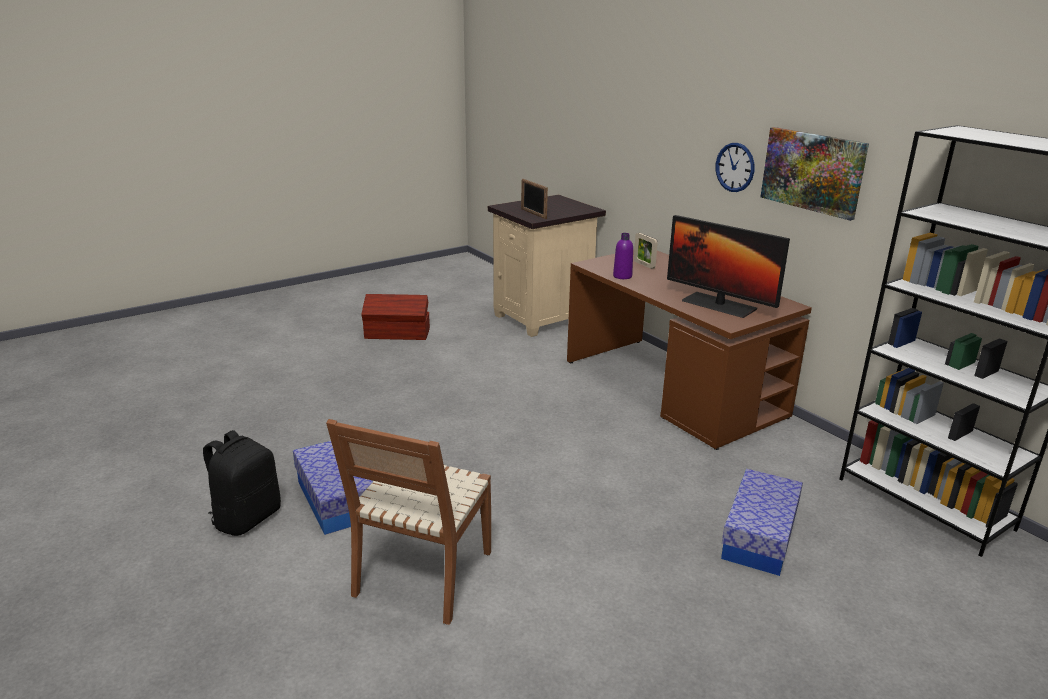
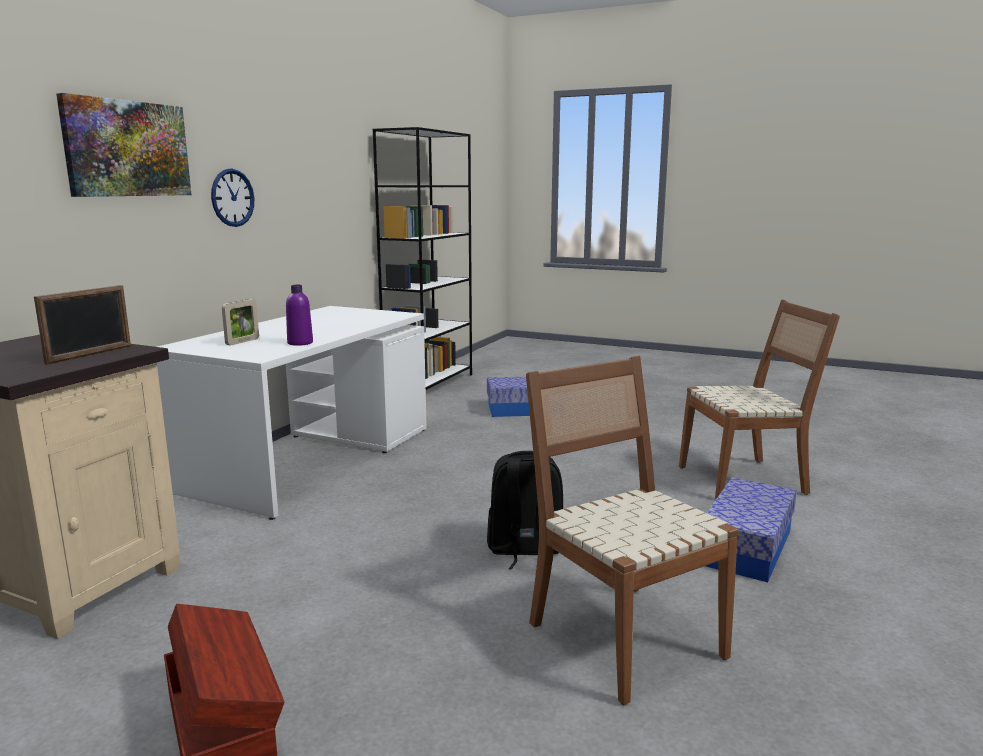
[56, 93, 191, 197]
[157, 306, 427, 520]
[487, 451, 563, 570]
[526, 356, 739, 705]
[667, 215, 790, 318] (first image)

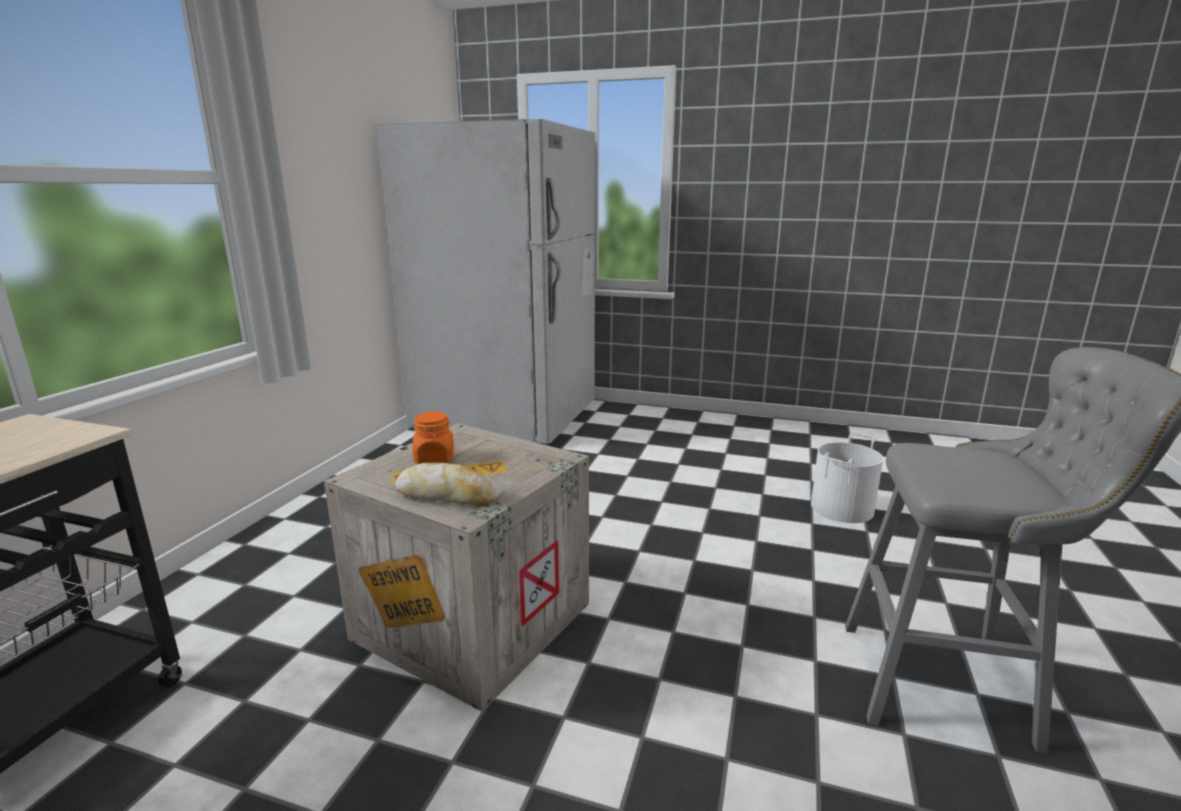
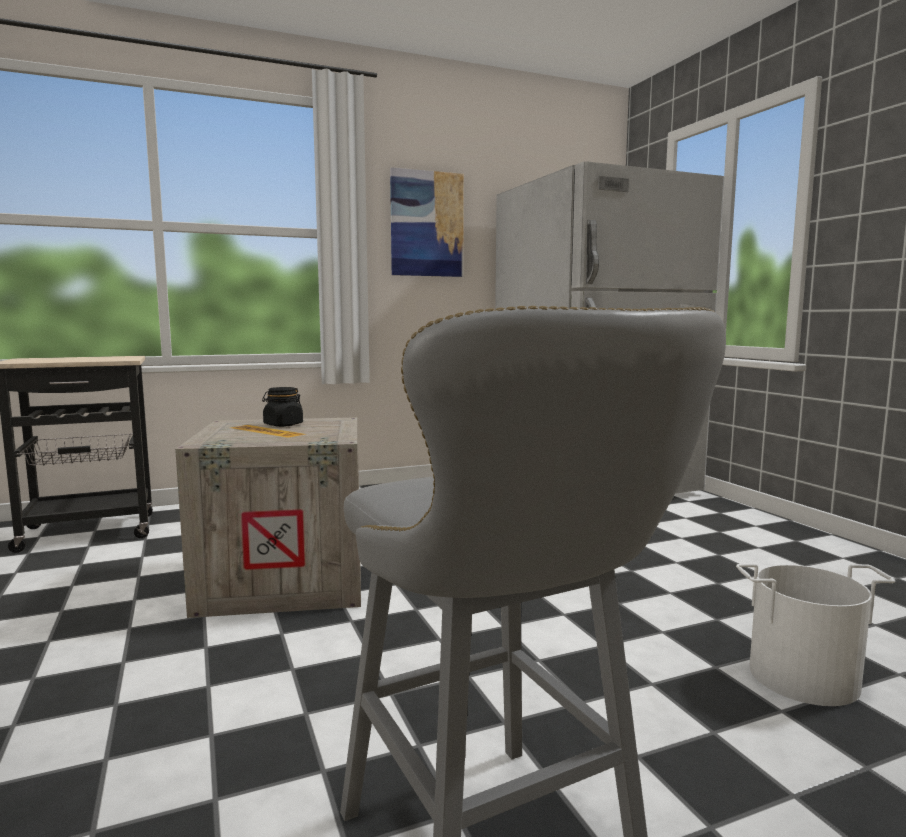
[262, 387, 303, 427]
[390, 167, 464, 277]
[395, 463, 501, 506] (first image)

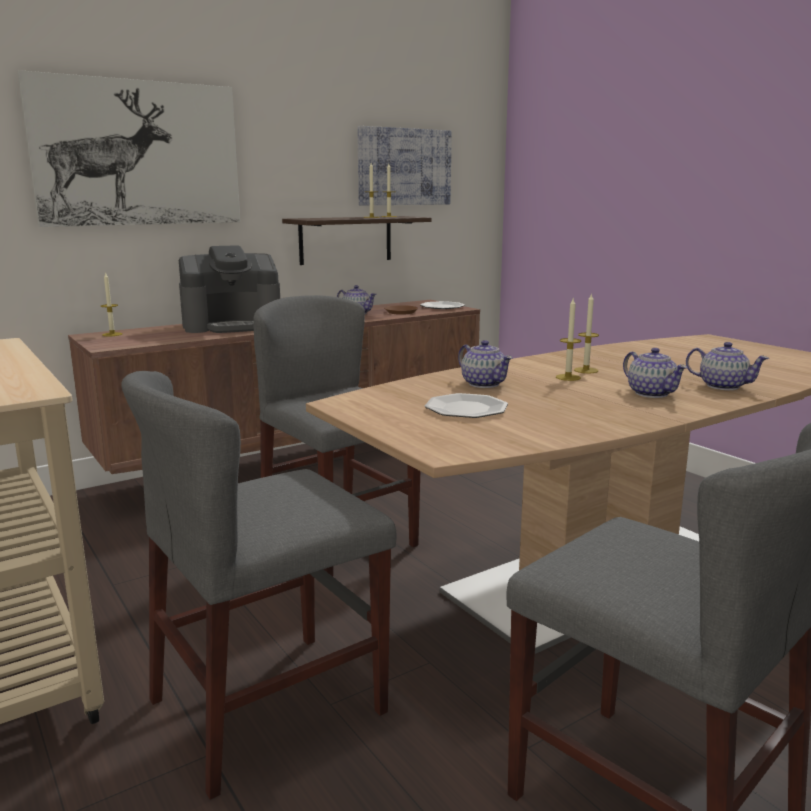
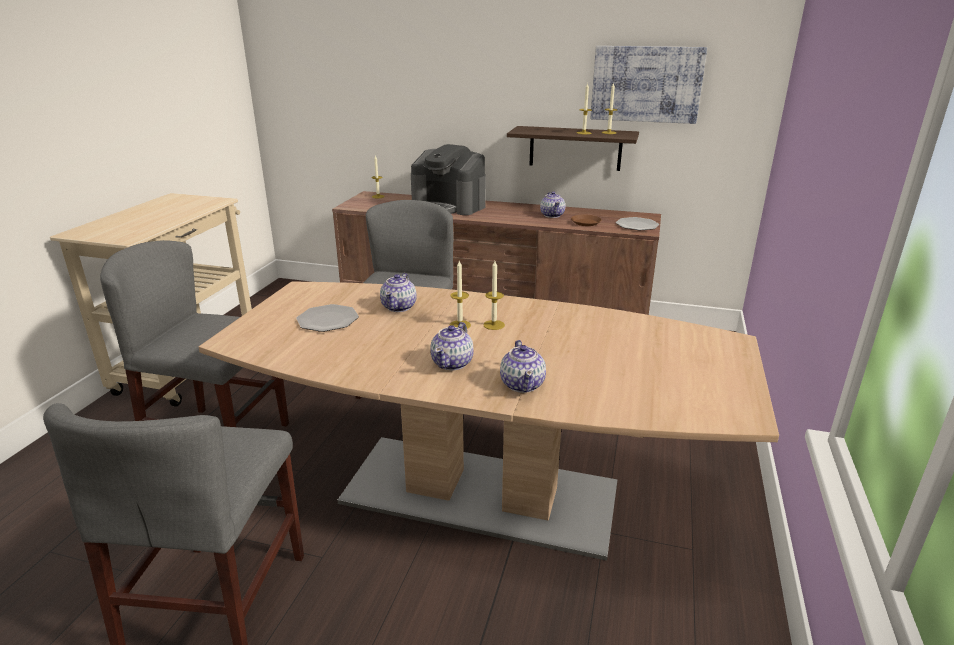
[17, 70, 240, 227] (first image)

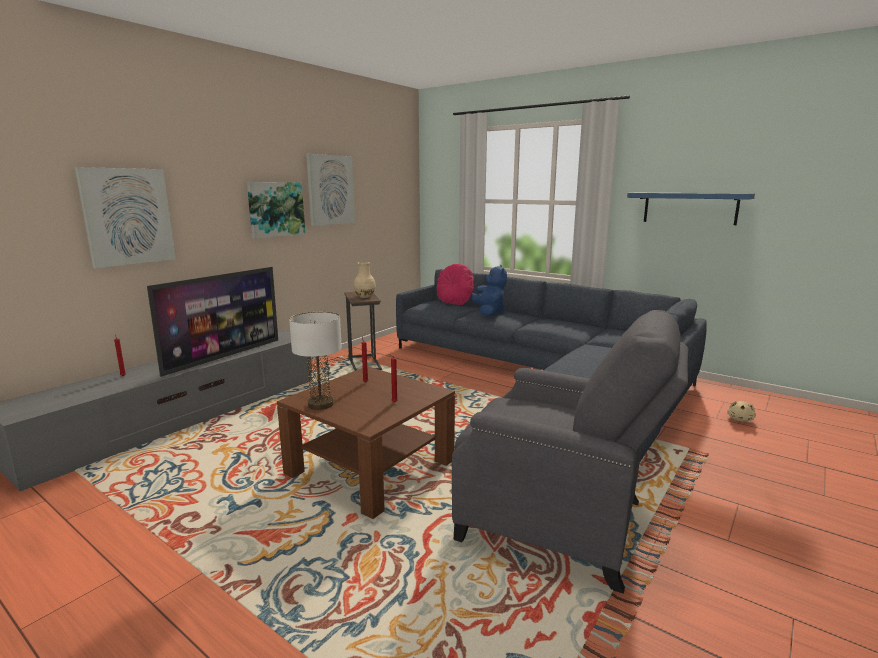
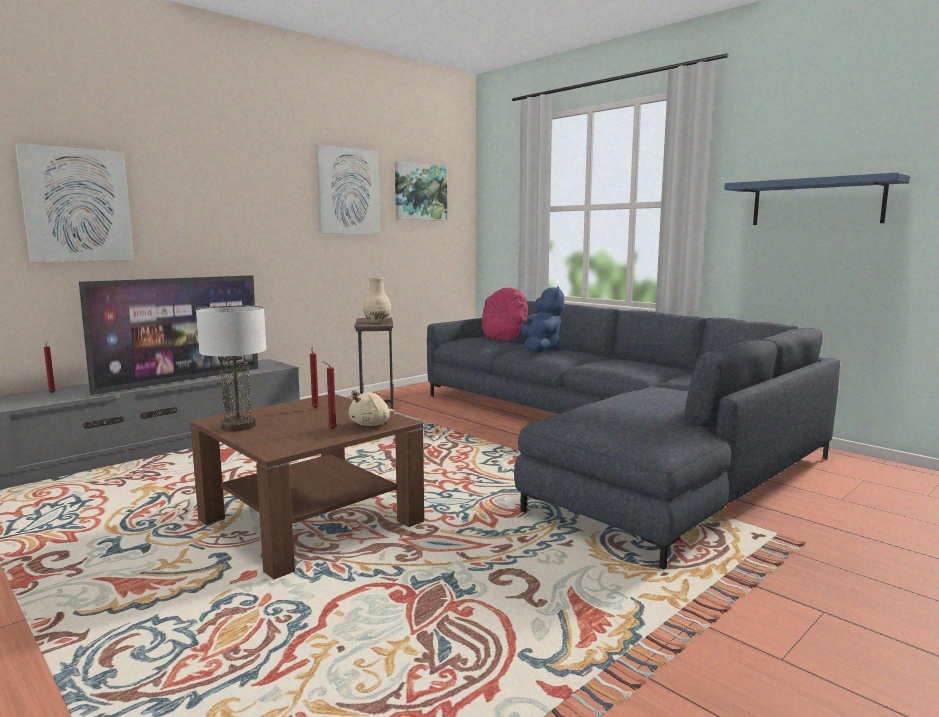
[349, 390, 395, 426]
[395, 162, 447, 221]
[452, 310, 689, 594] (first image)

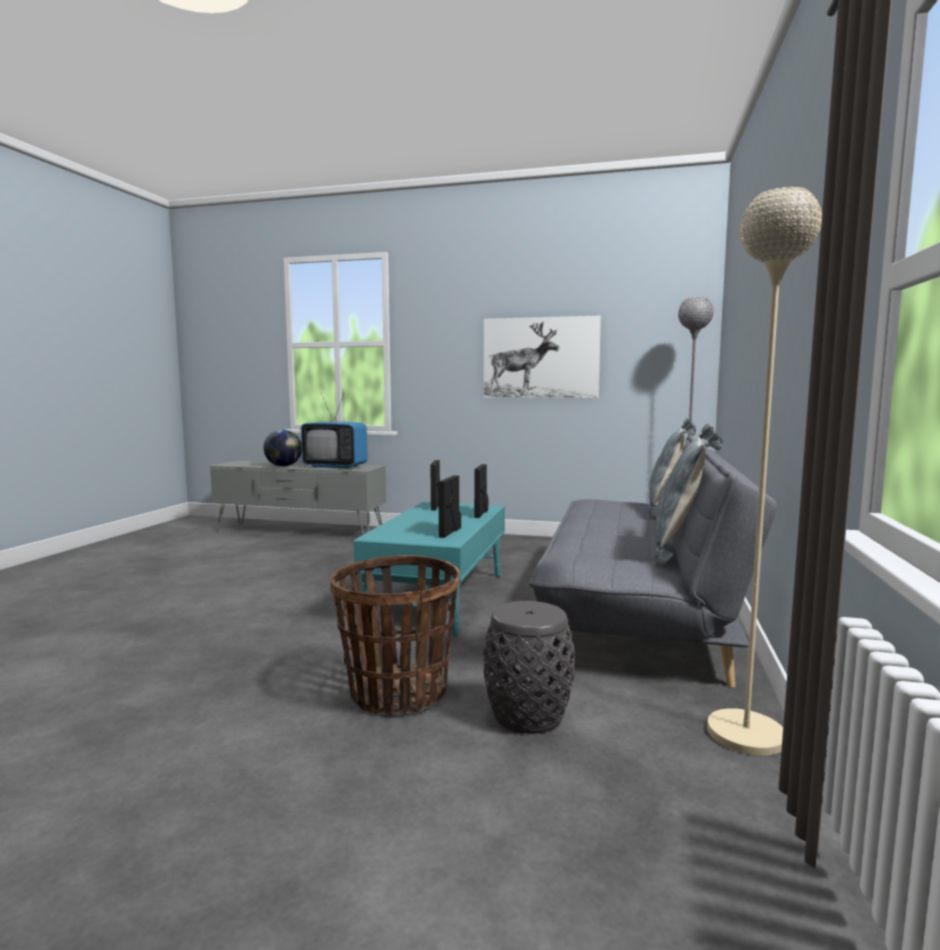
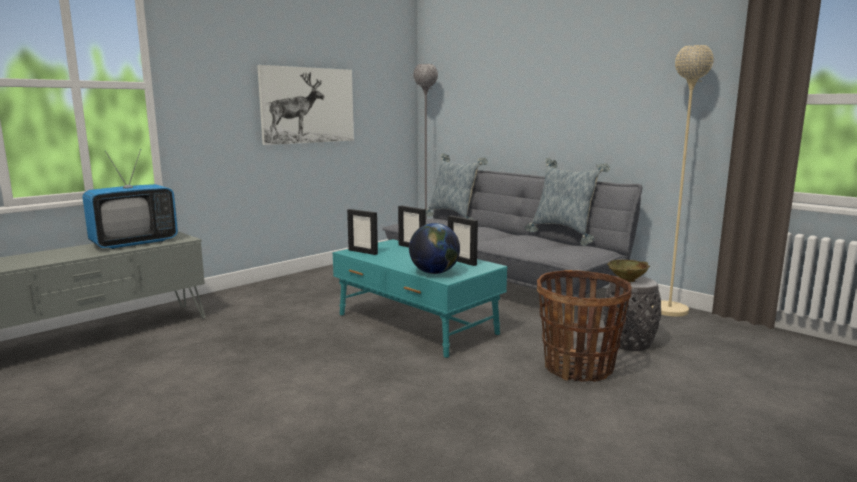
[409, 223, 460, 274]
[607, 260, 650, 282]

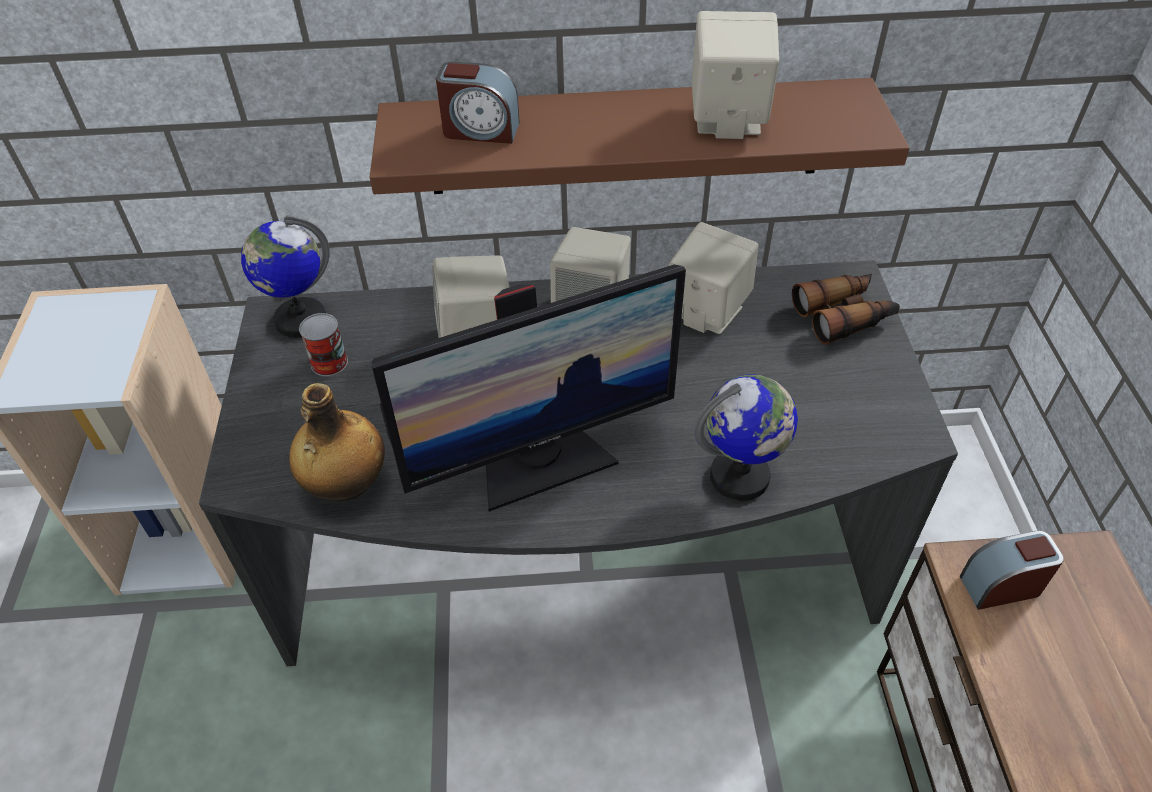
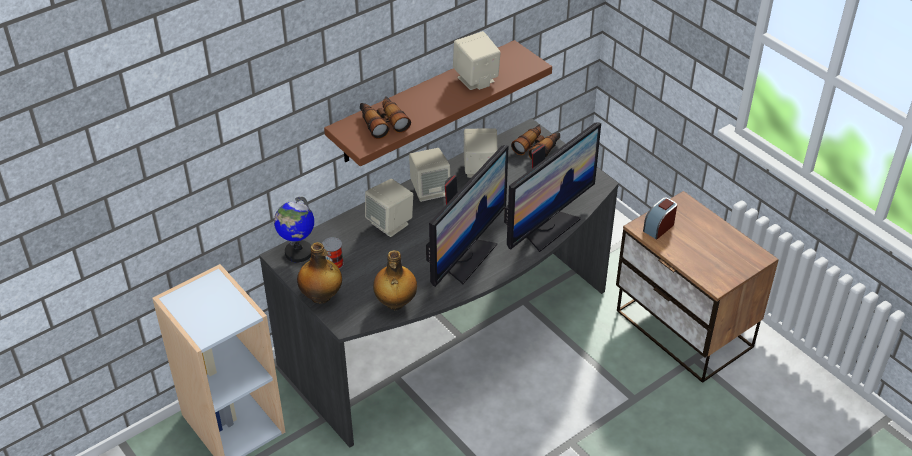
[297, 242, 342, 304]
[360, 96, 411, 139]
[504, 122, 601, 252]

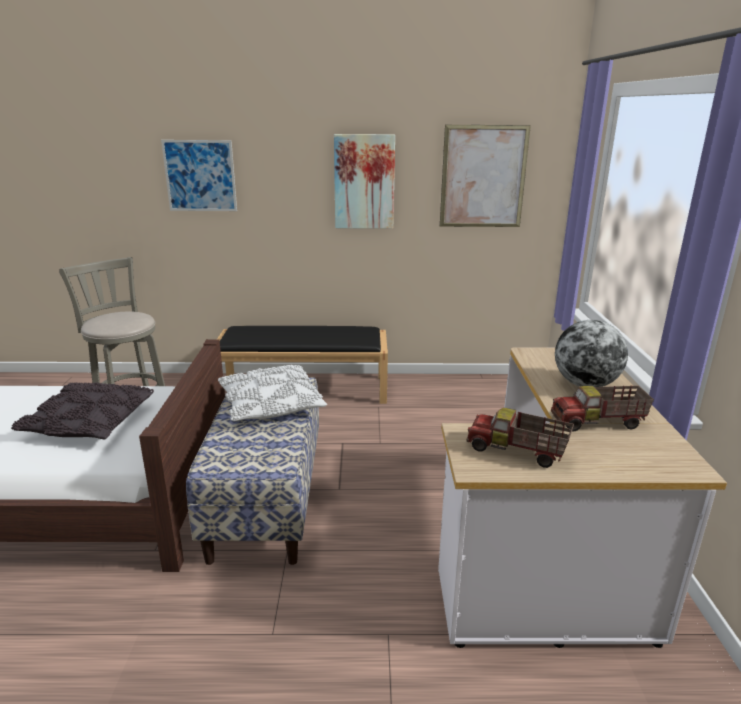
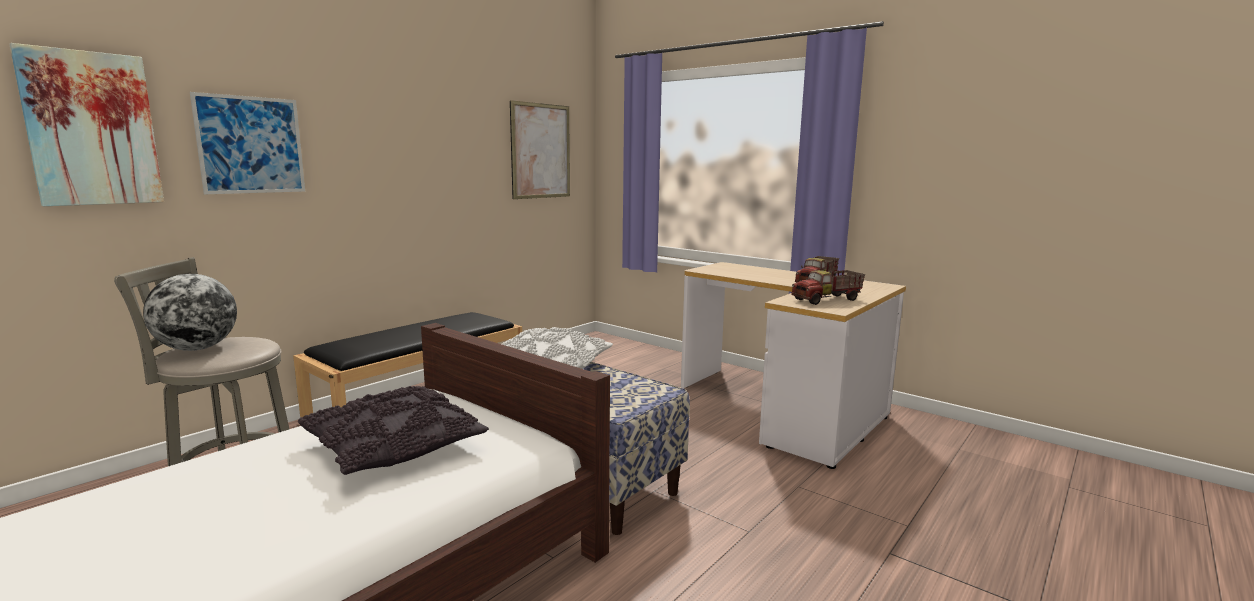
[9, 43, 164, 206]
[143, 274, 237, 351]

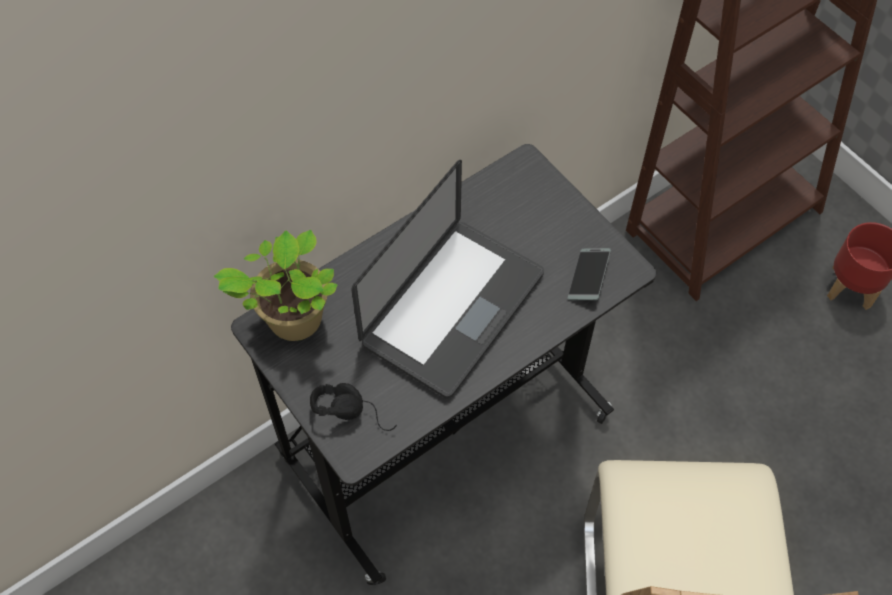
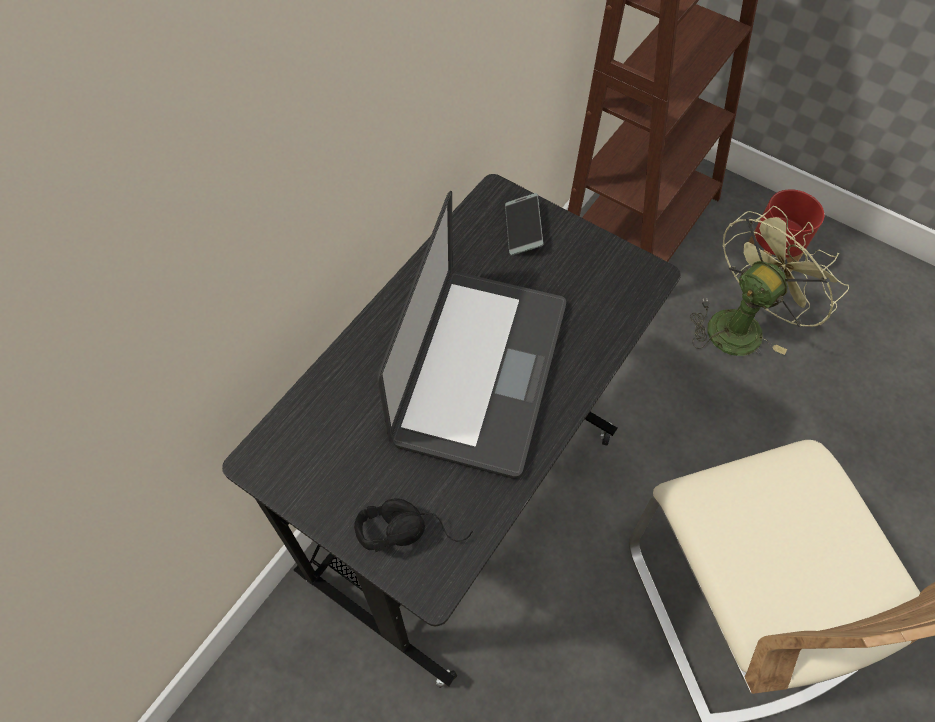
[505, 193, 544, 256]
[690, 206, 849, 356]
[213, 230, 338, 341] (first image)

